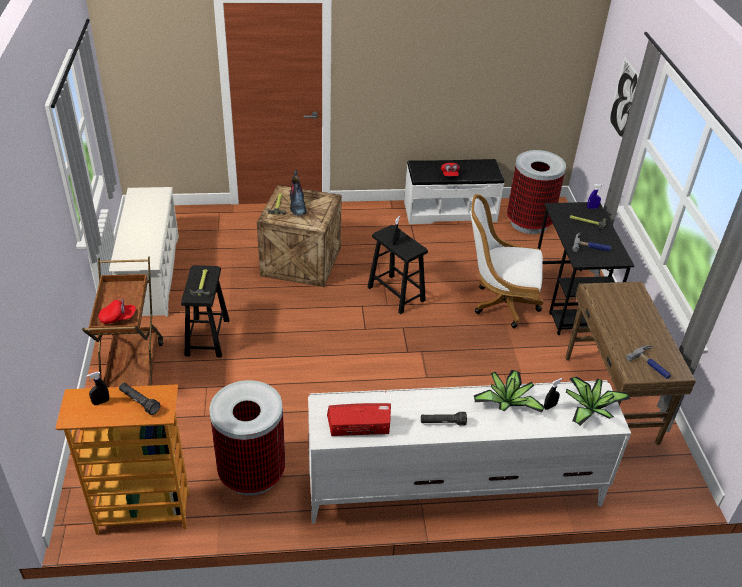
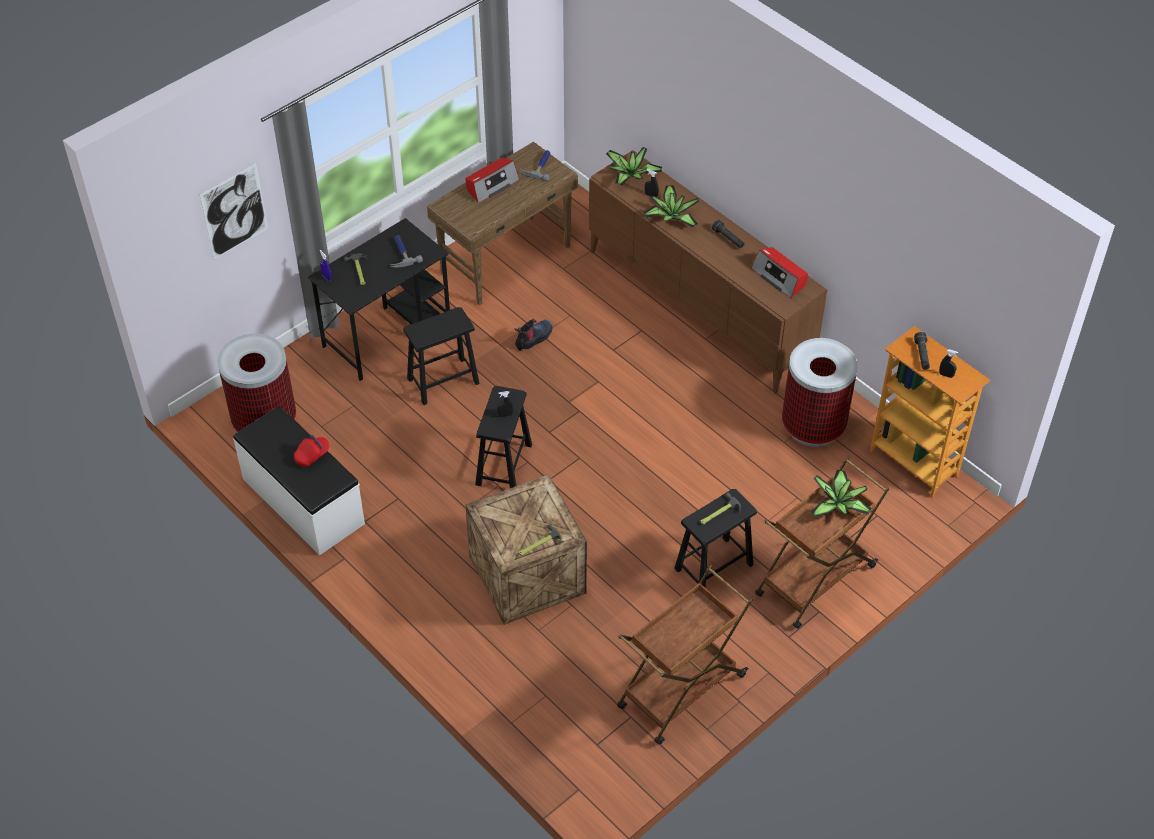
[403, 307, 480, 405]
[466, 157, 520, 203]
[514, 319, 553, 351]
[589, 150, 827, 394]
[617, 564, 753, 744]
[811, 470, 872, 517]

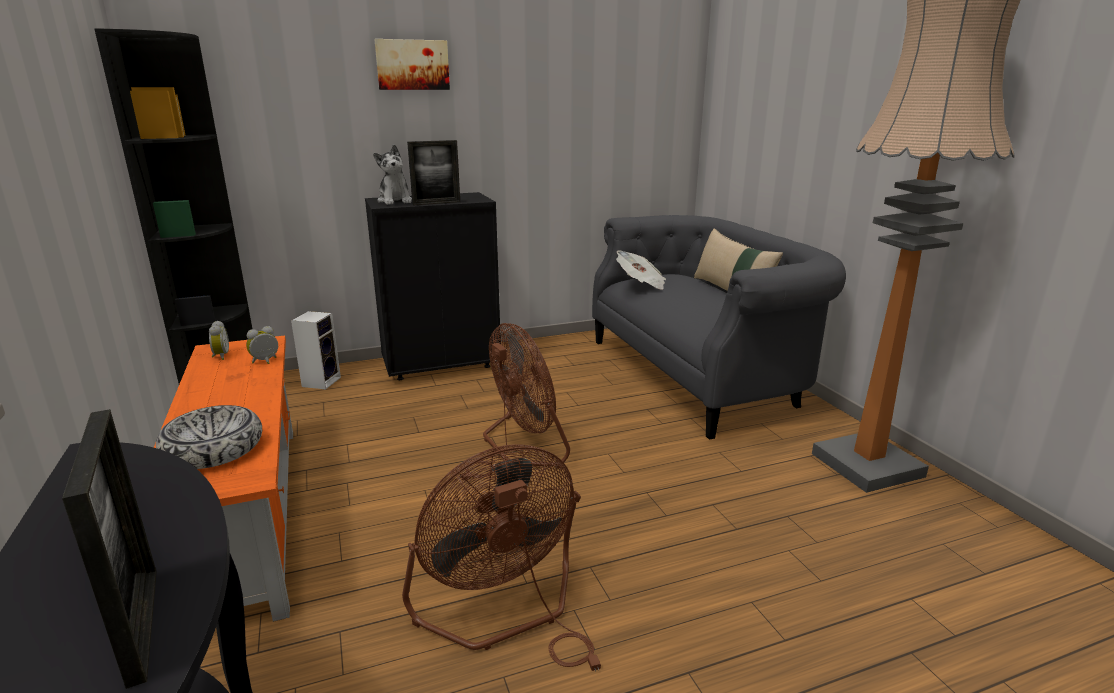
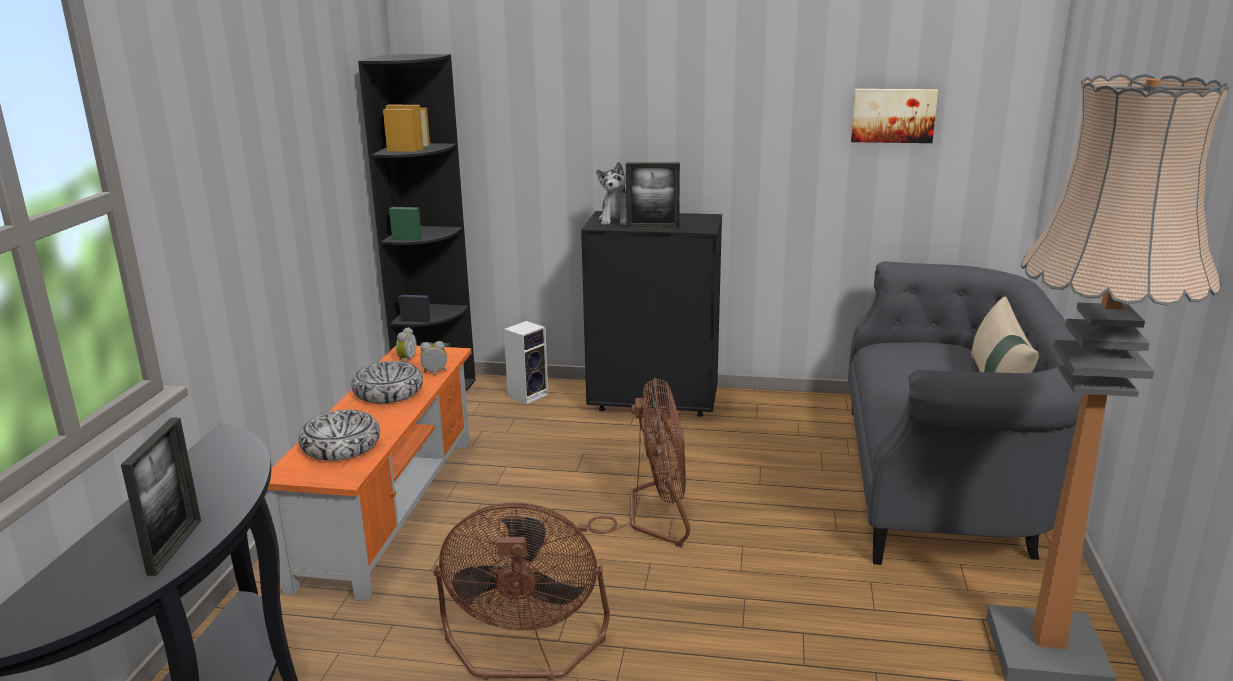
[351, 361, 423, 404]
[851, 89, 938, 143]
[616, 250, 666, 290] (first image)

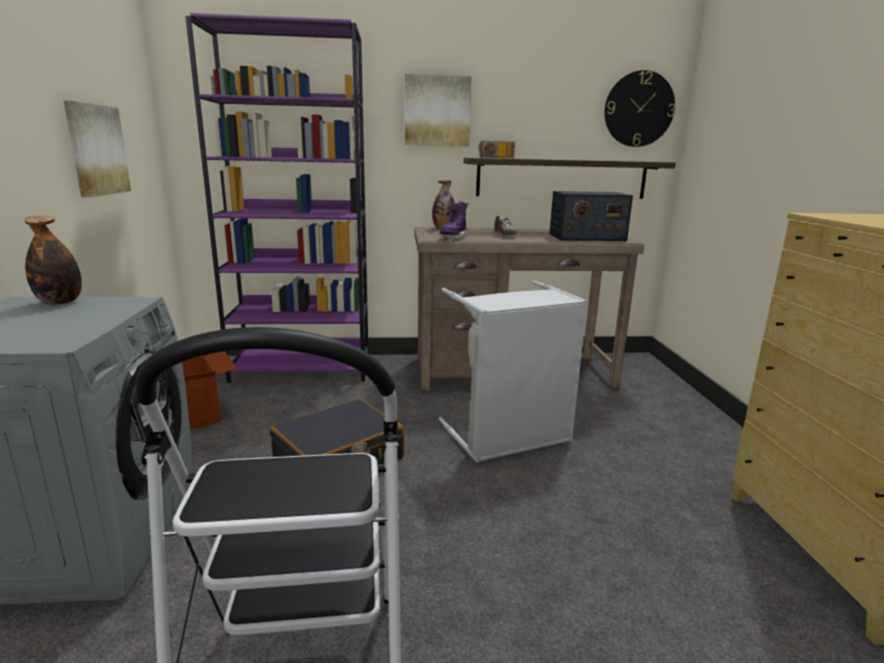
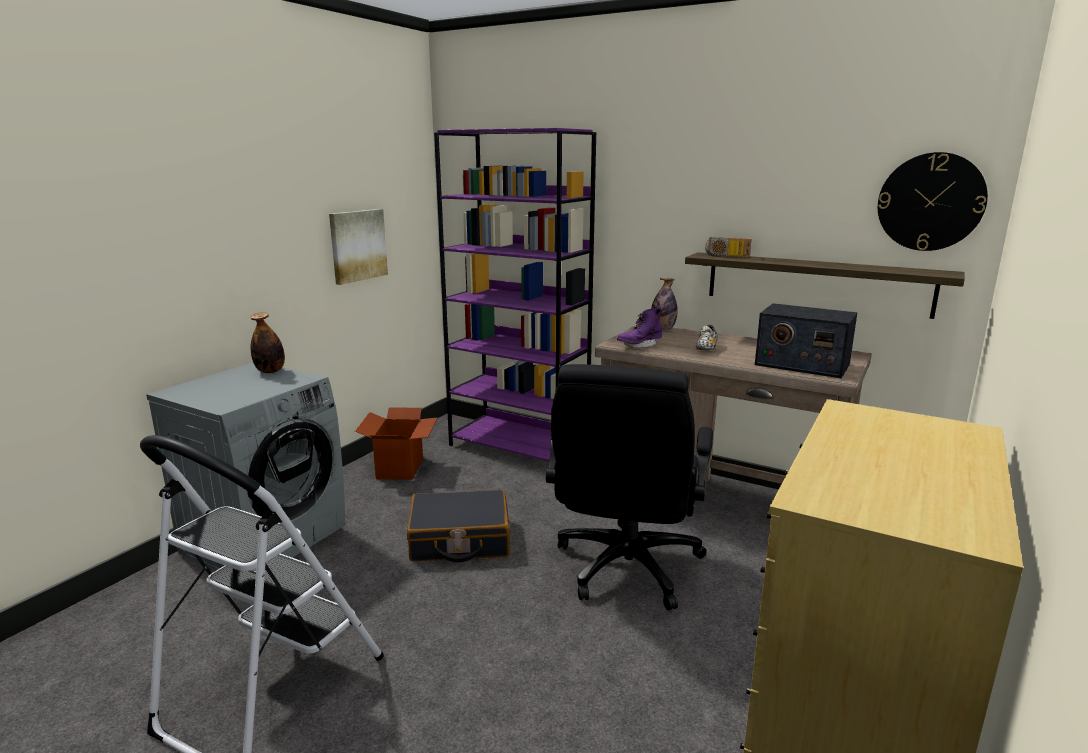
[546, 364, 713, 611]
[405, 74, 472, 147] (first image)

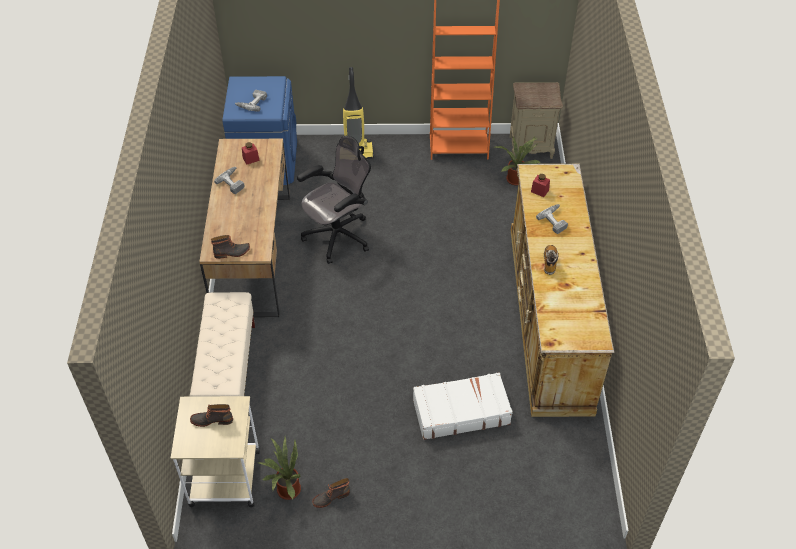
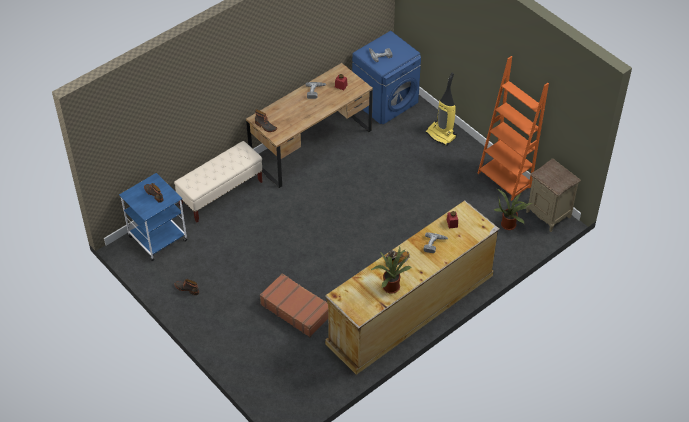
[119, 173, 187, 261]
[260, 273, 328, 337]
[371, 247, 411, 294]
[297, 136, 371, 264] (first image)

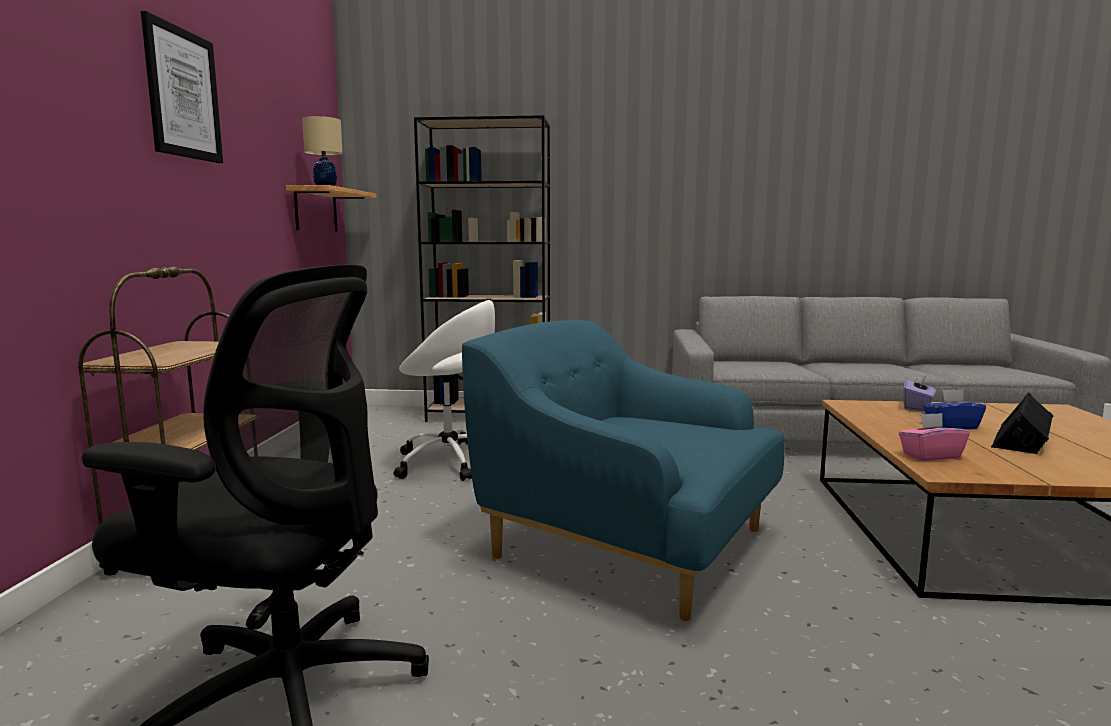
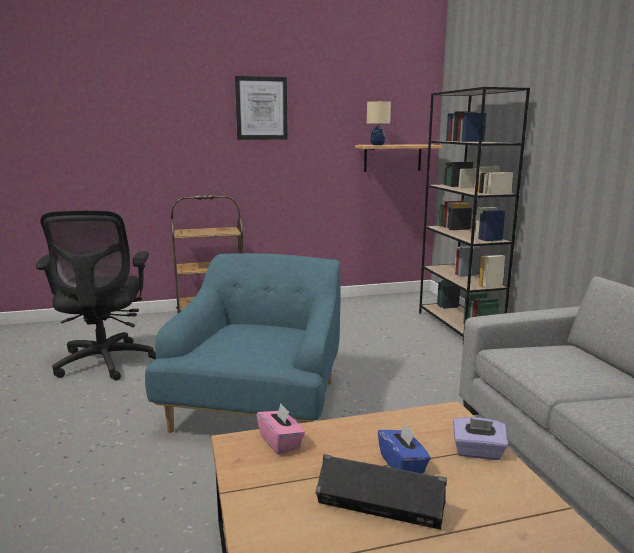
[394, 300, 495, 481] (first image)

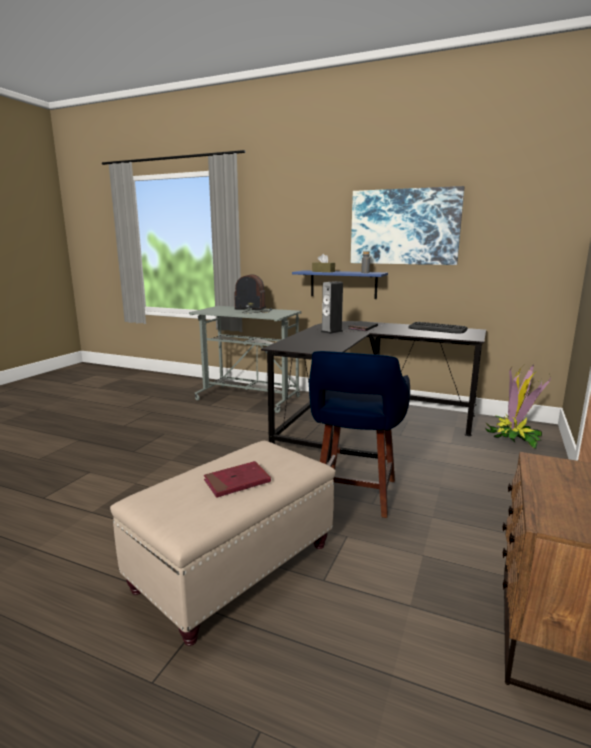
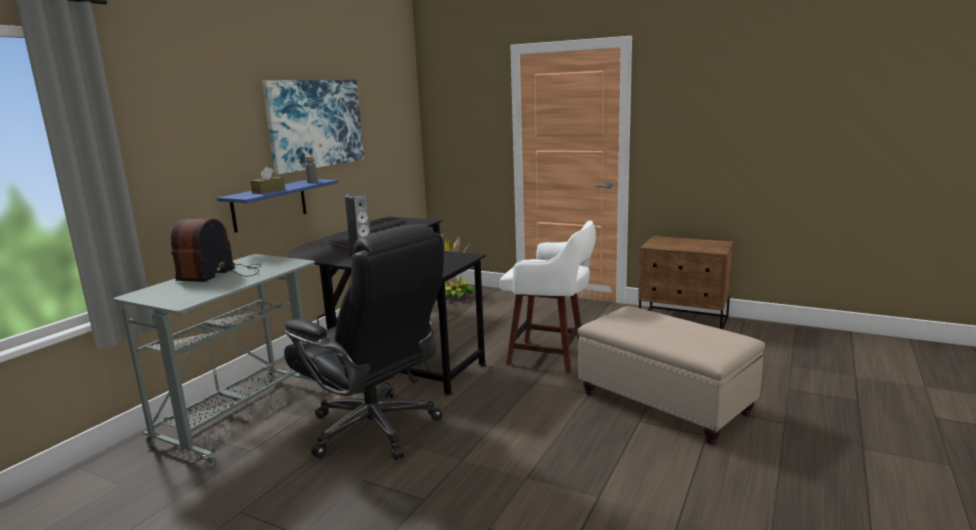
[284, 224, 444, 460]
[500, 221, 596, 373]
[204, 461, 271, 498] (first image)

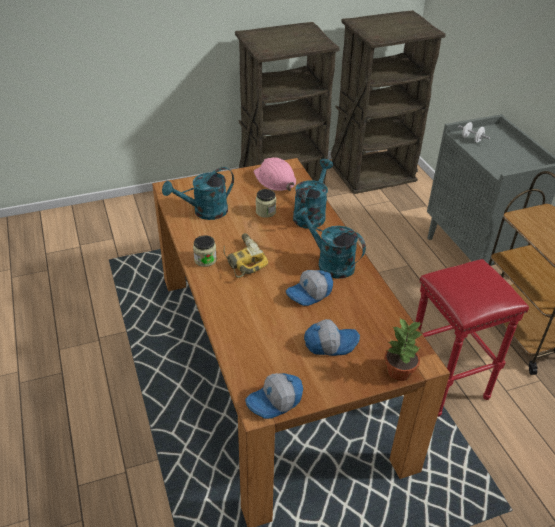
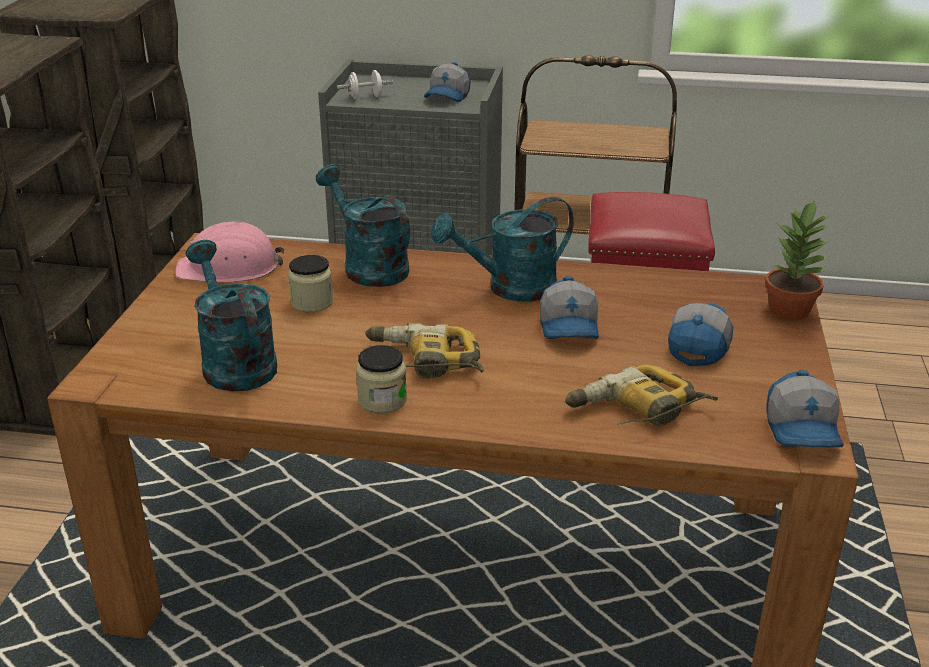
[185, 240, 277, 391]
[424, 62, 471, 102]
[565, 365, 718, 427]

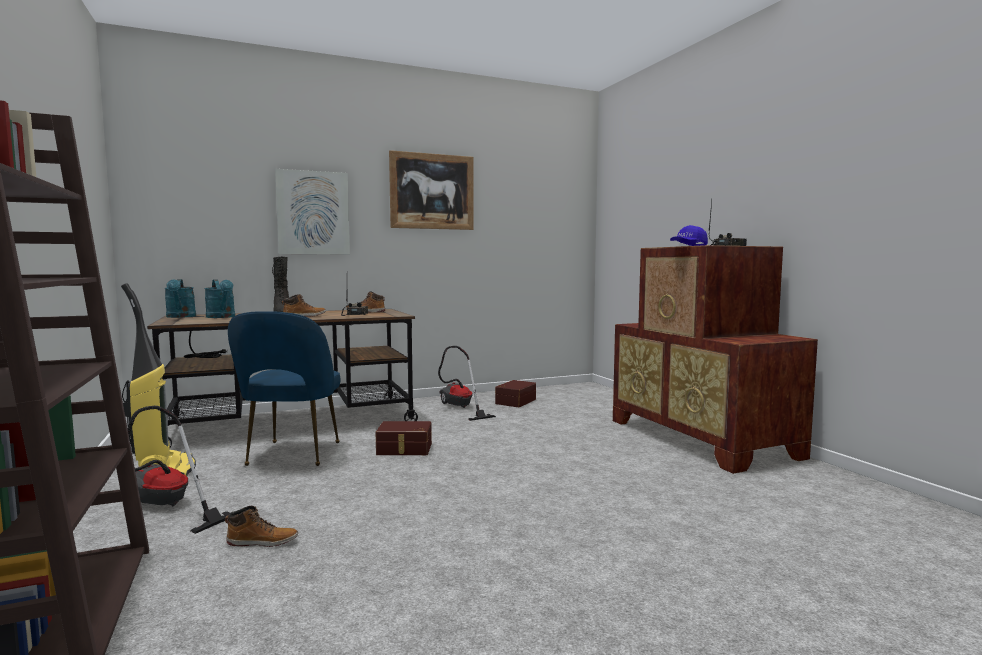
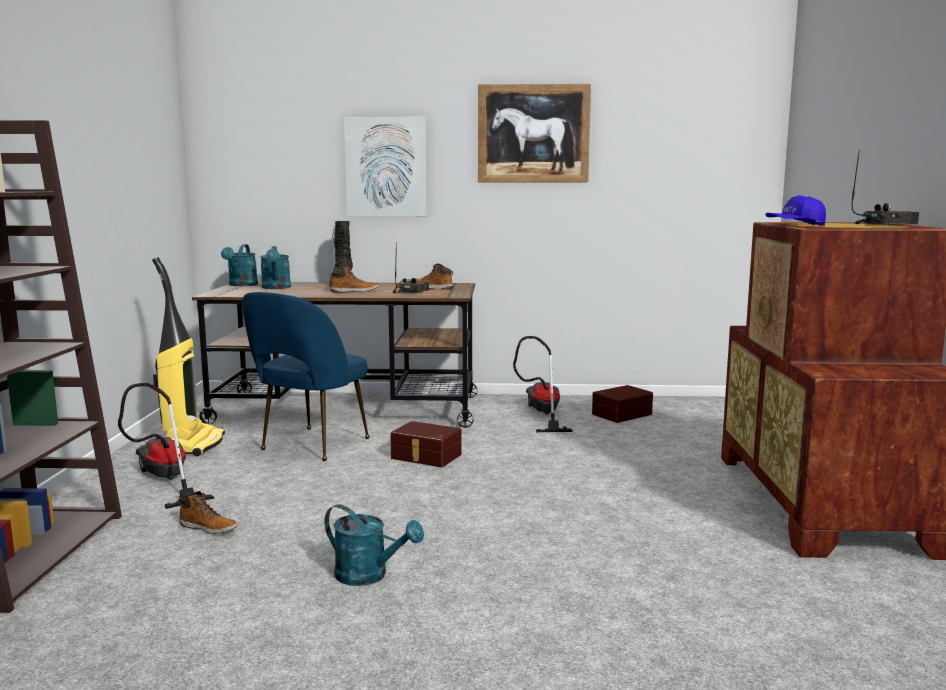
[325, 504, 424, 586]

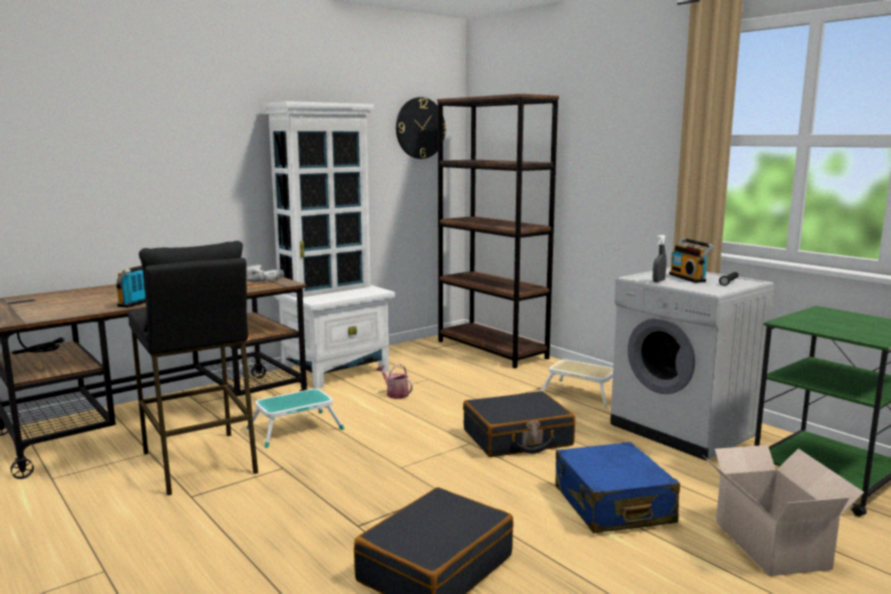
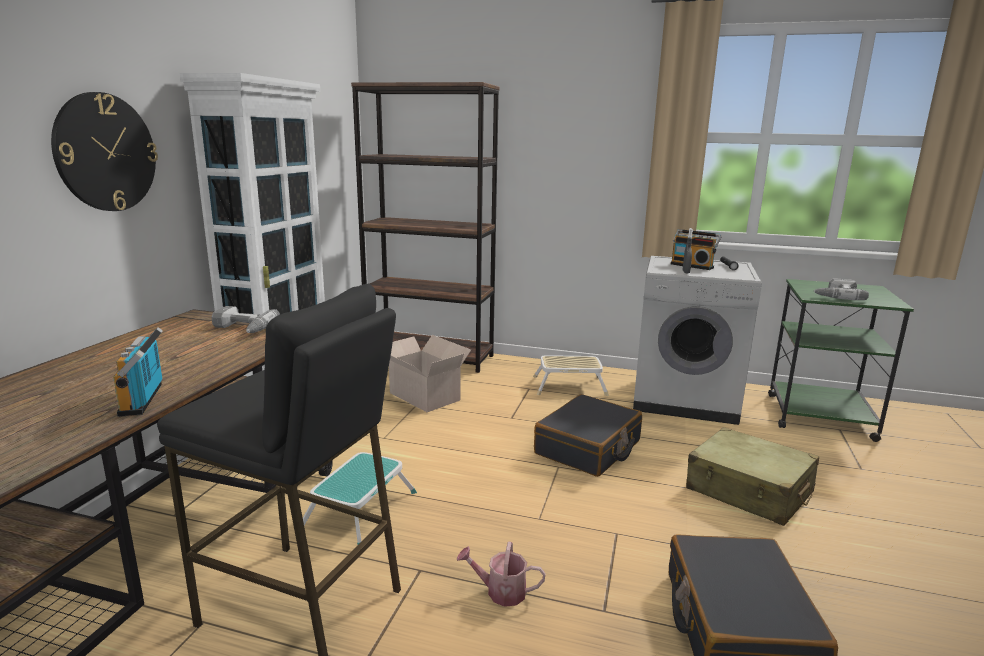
[51, 92, 158, 211]
[389, 335, 471, 412]
[457, 541, 546, 607]
[686, 427, 819, 526]
[814, 279, 869, 300]

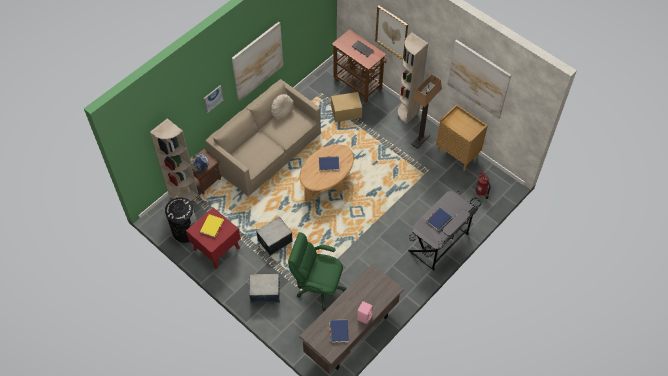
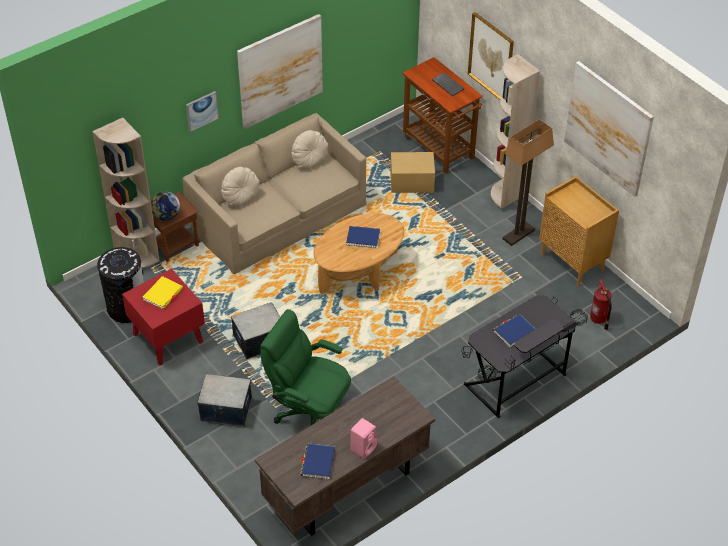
[221, 167, 259, 207]

